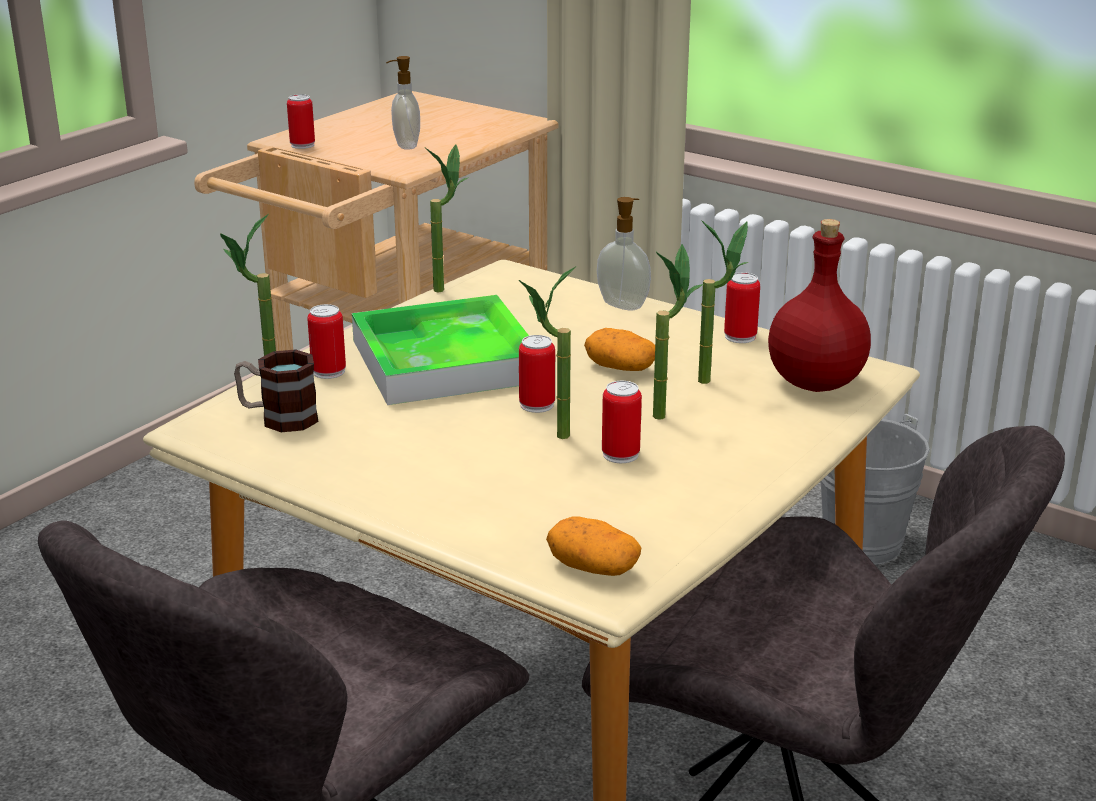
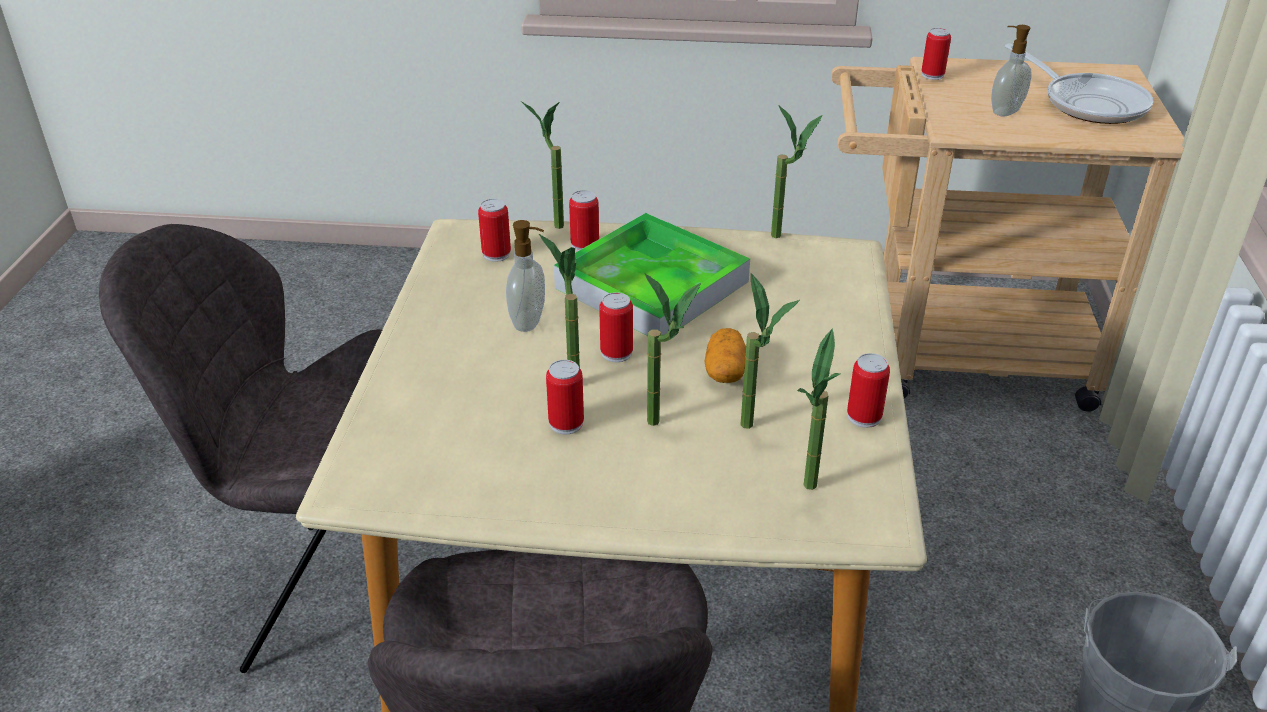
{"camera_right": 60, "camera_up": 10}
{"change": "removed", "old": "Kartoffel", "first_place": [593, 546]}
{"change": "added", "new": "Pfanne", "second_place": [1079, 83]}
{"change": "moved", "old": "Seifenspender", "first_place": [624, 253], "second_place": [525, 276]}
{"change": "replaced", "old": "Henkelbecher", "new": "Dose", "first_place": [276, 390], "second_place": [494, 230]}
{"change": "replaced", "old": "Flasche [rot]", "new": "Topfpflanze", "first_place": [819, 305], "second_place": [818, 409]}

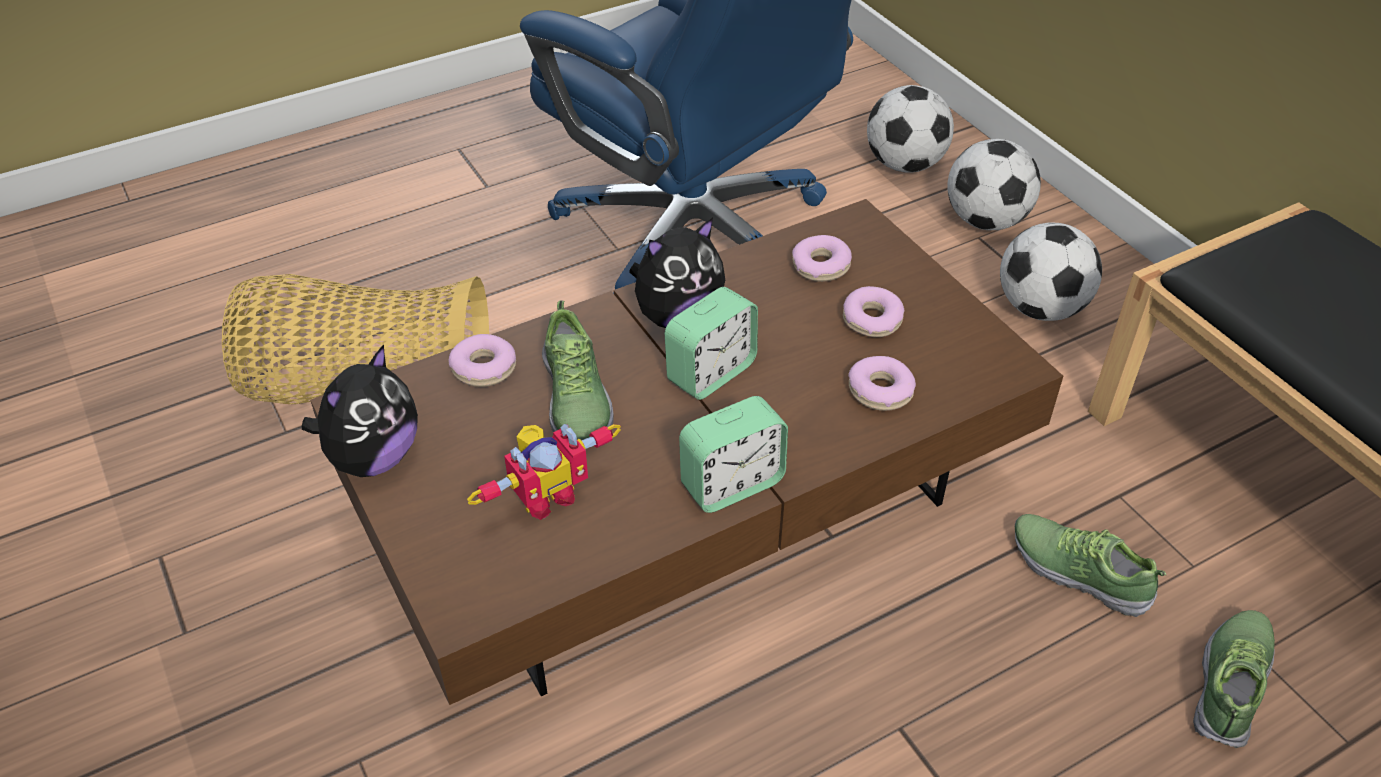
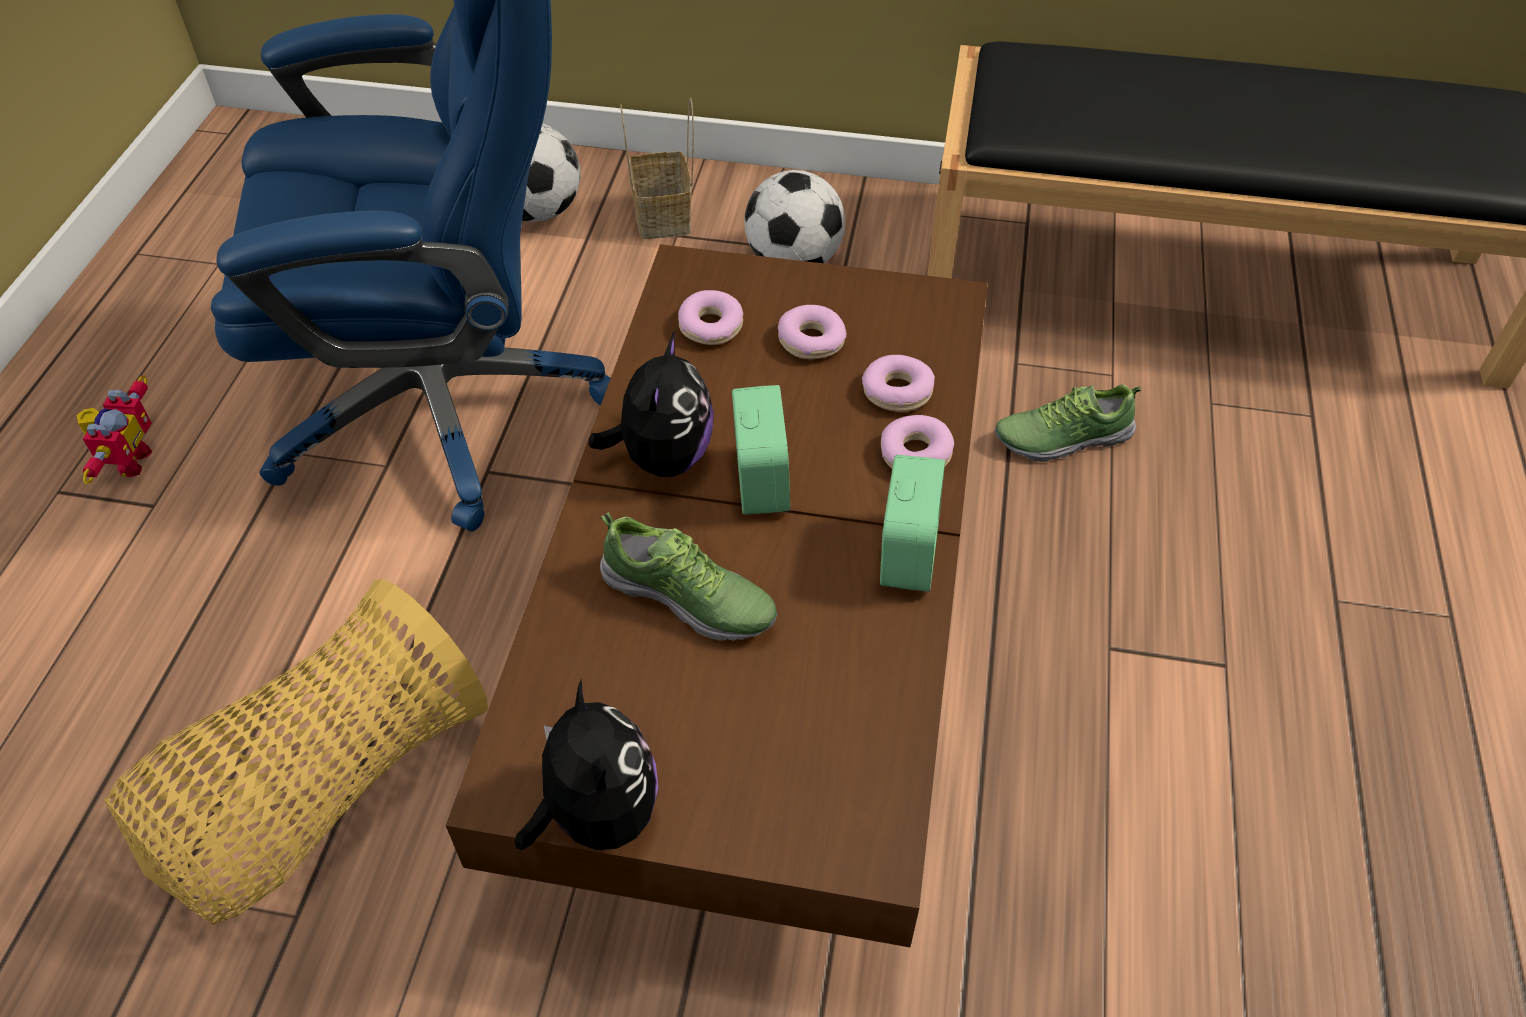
{"camera_right": -50, "camera_up": 5}
{"change": "removed", "old": "Schuh", "first_place": [1234, 679]}
{"change": "moved", "old": "Donut", "first_place": [482, 360], "second_place": [917, 441]}
{"change": "moved", "old": "Spielzeugroboter", "first_place": [544, 472], "second_place": [114, 430]}
{"change": "replaced", "old": "Fußball", "new": "Korb", "first_place": [994, 184], "second_place": [657, 168]}

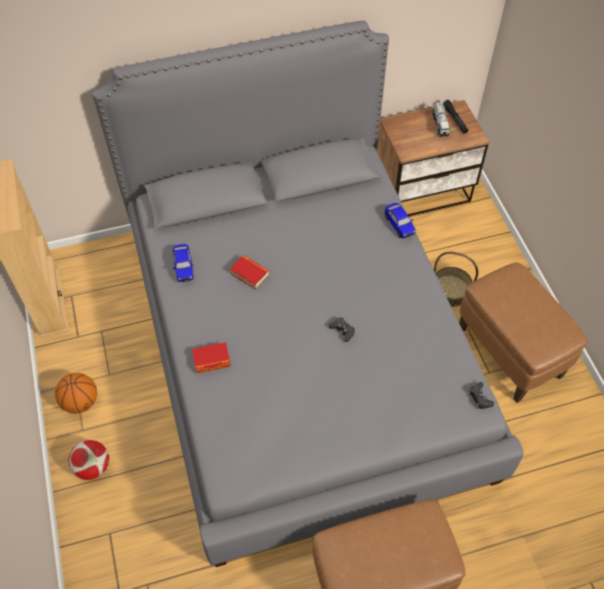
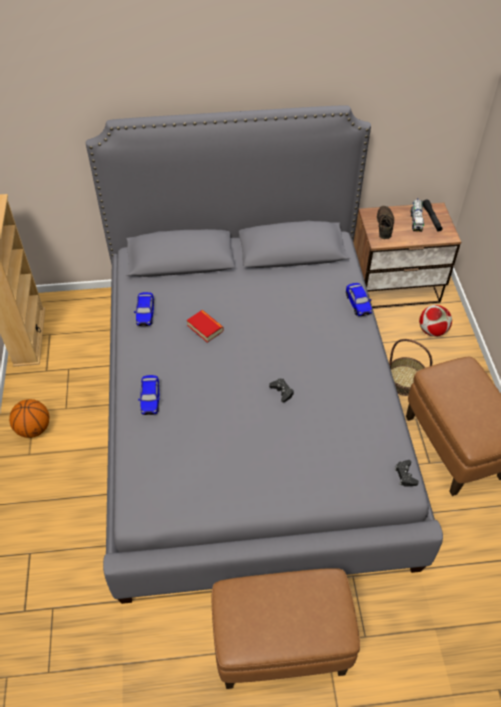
{"camera_right": 10, "camera_up": -5}
{"change": "added", "new": "Schuh [braun]", "second_place": [385, 222]}
{"change": "moved", "old": "Fußball", "first_place": [88, 460], "second_place": [435, 321]}
{"change": "replaced", "old": "Buch", "new": "Spielzeugauto", "first_place": [211, 357], "second_place": [149, 395]}

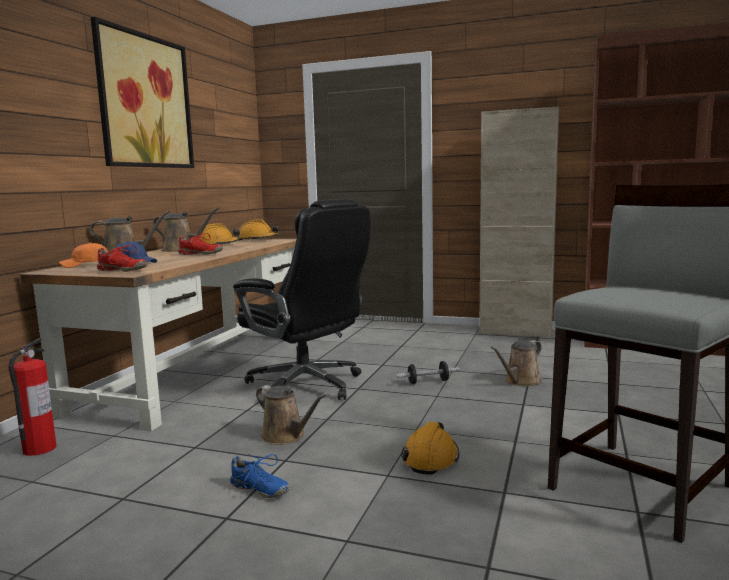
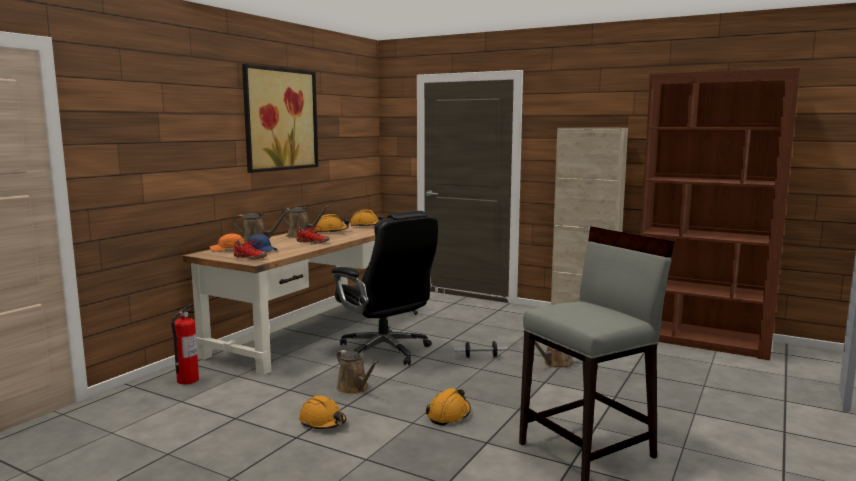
{"camera_right": 10, "camera_up": 0}
{"change": "replaced", "old": "Schuh [blau]", "new": "Schutzhelm [orange]", "first_place": [259, 476], "second_place": [322, 412]}

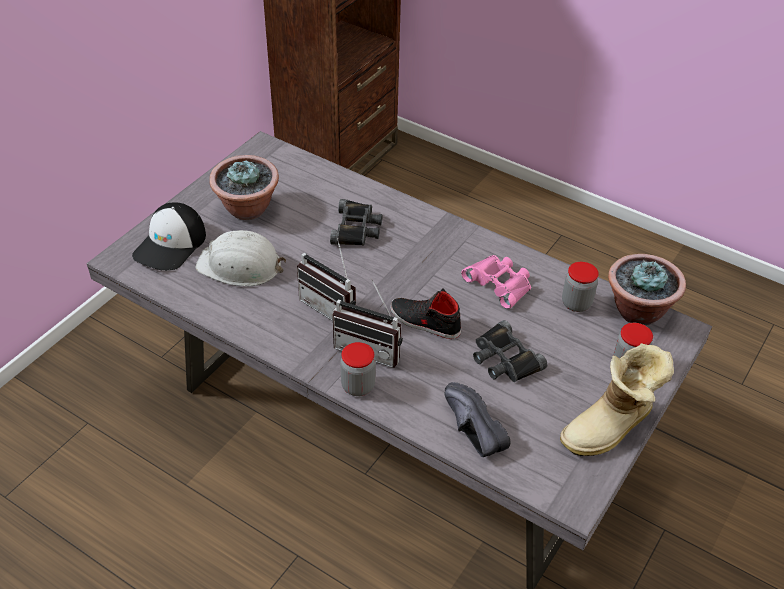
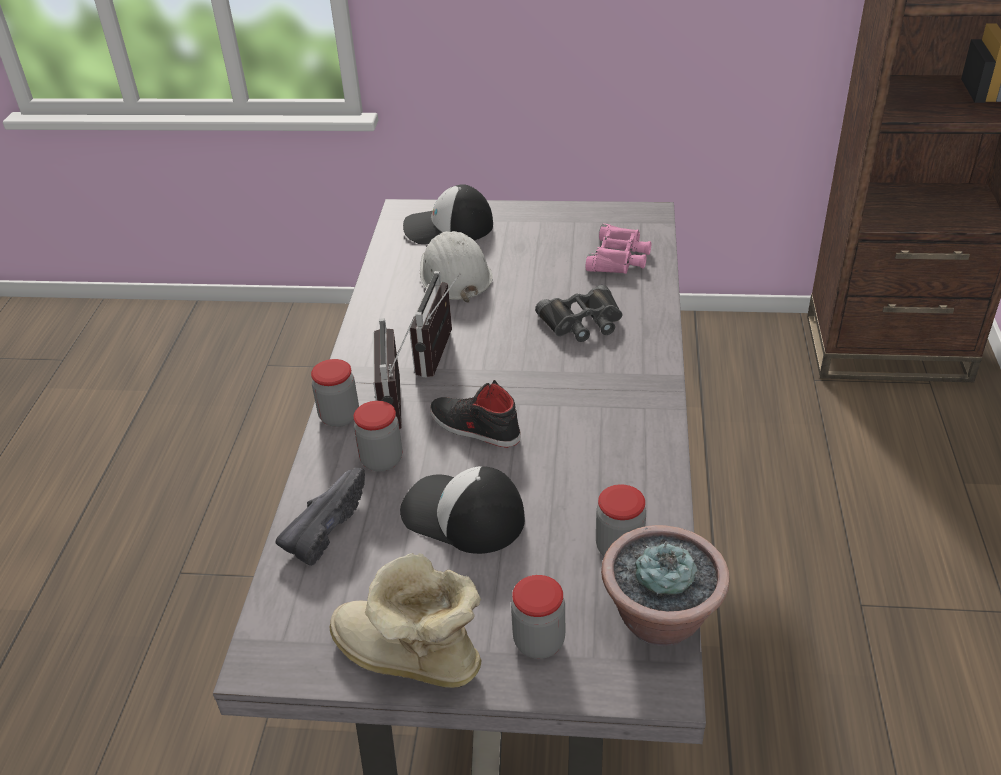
{"camera_right": 65, "camera_up": -5}
{"change": "removed", "old": "Topfpflanze", "first_place": [244, 187]}
{"change": "added", "new": "Vorratsglas", "second_place": [378, 436]}
{"change": "moved", "old": "Fernglas [rosa]", "first_place": [496, 282], "second_place": [618, 249]}
{"change": "replaced", "old": "Fernglas [schwarz]", "new": "Kappe", "first_place": [510, 351], "second_place": [462, 510]}
{"change": "turned", "old": "Schuh [schwarz]", "first_place": [425, 313], "second_place": [475, 414], "degrees": -60}

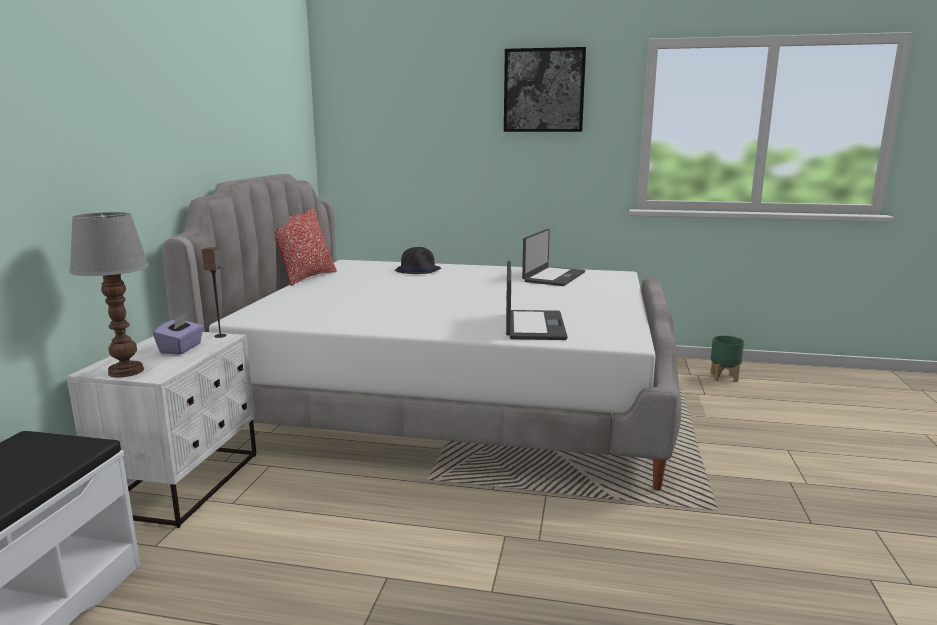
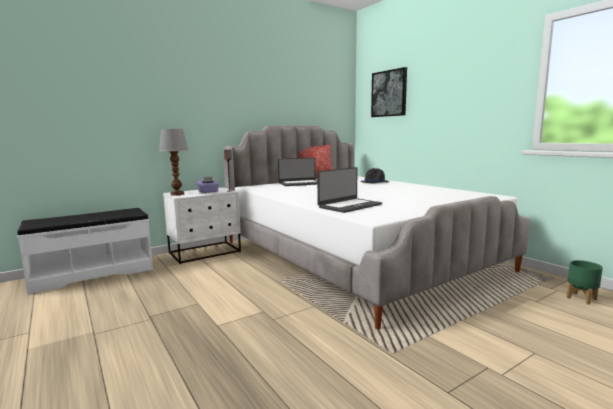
{"camera_right": 45, "camera_up": -5}
{"change": "moved", "old": "Bild", "first_place": [545, 89], "second_place": [389, 92]}
{"change": "moved", "old": "Laptop", "first_place": [553, 257], "second_place": [297, 171]}

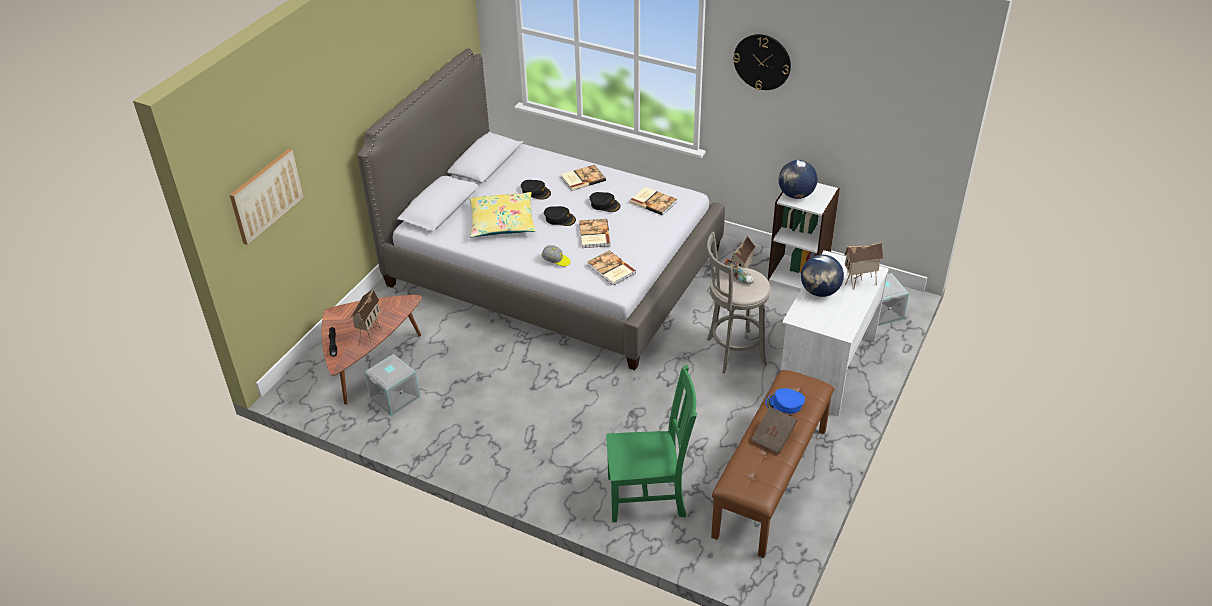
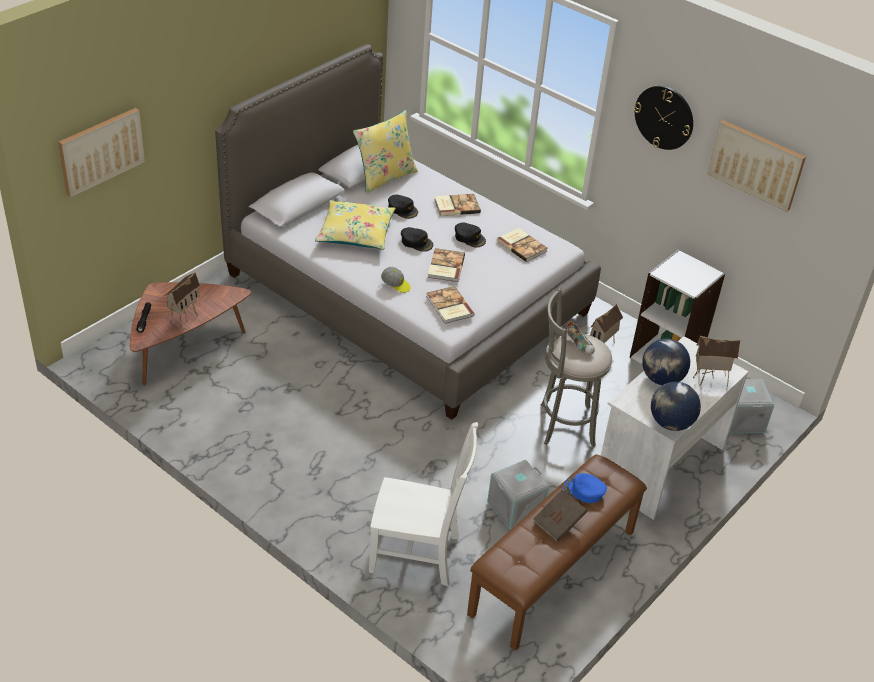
{"camera_right": 10, "camera_up": 0}
{"change": "added", "new": "Kissen [gelb]", "second_place": [385, 152]}
{"change": "added", "new": "Bild", "second_place": [757, 166]}
{"change": "moved", "old": "Aufbewahrungsbox [grau]", "first_place": [392, 385], "second_place": [518, 495]}
{"change": "moved", "old": "Globus", "first_place": [798, 179], "second_place": [676, 406]}
{"change": "recoloured", "old": "Stuhl [grün]", "new": "Stuhl [weiß]", "first_place": [651, 443], "second_place": [423, 504]}

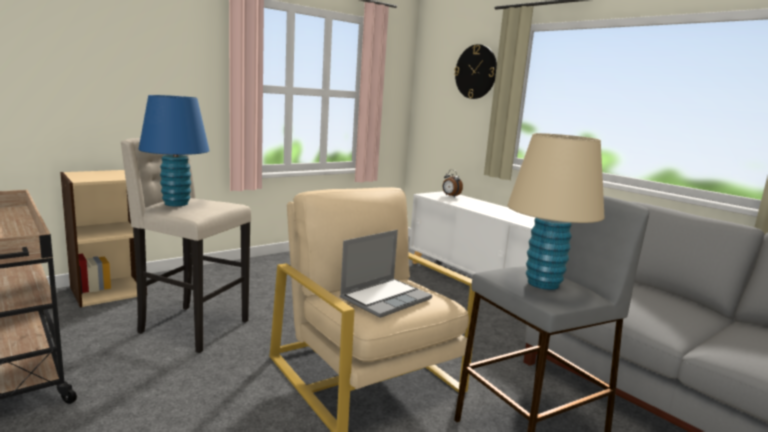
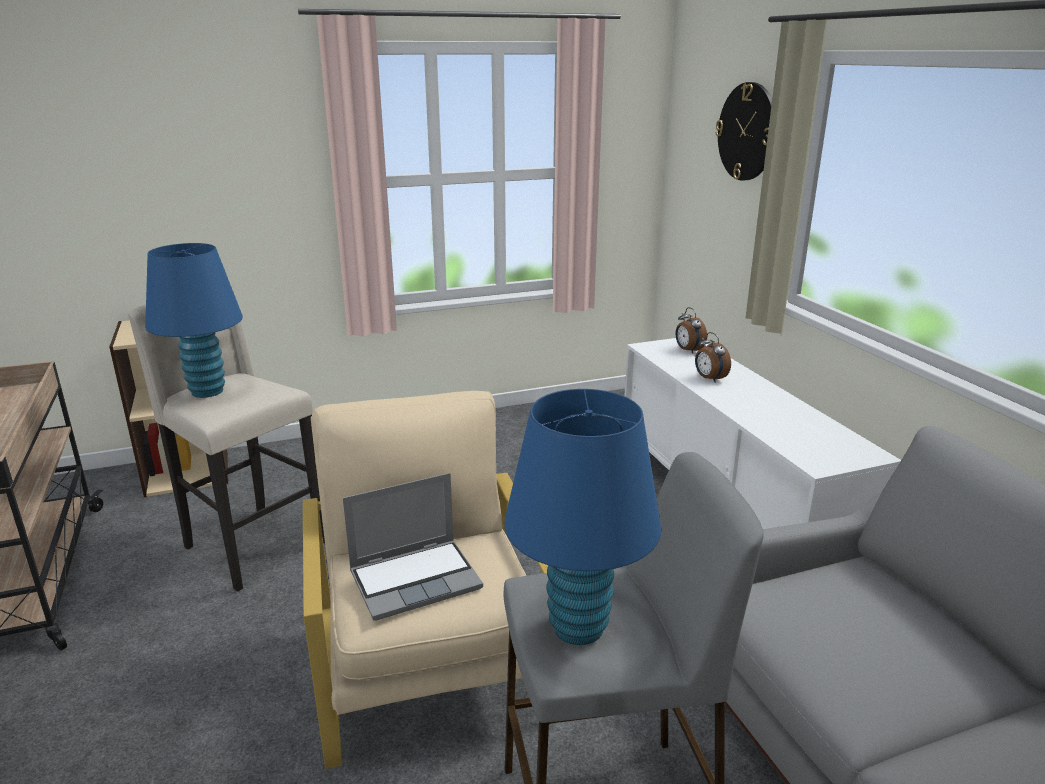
{"camera_right": 20, "camera_up": 10}
{"change": "added", "new": "Wecker", "second_place": [713, 357]}
{"change": "recoloured", "old": "Tischlampe [beige]", "new": "Tischlampe [blau]", "first_place": [556, 211], "second_place": [582, 517]}

